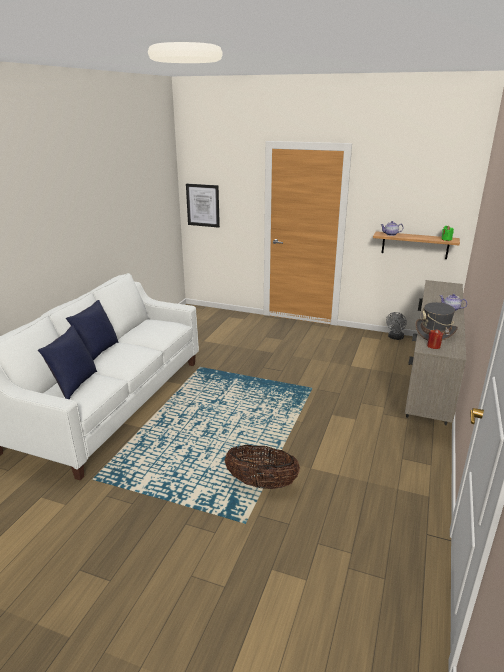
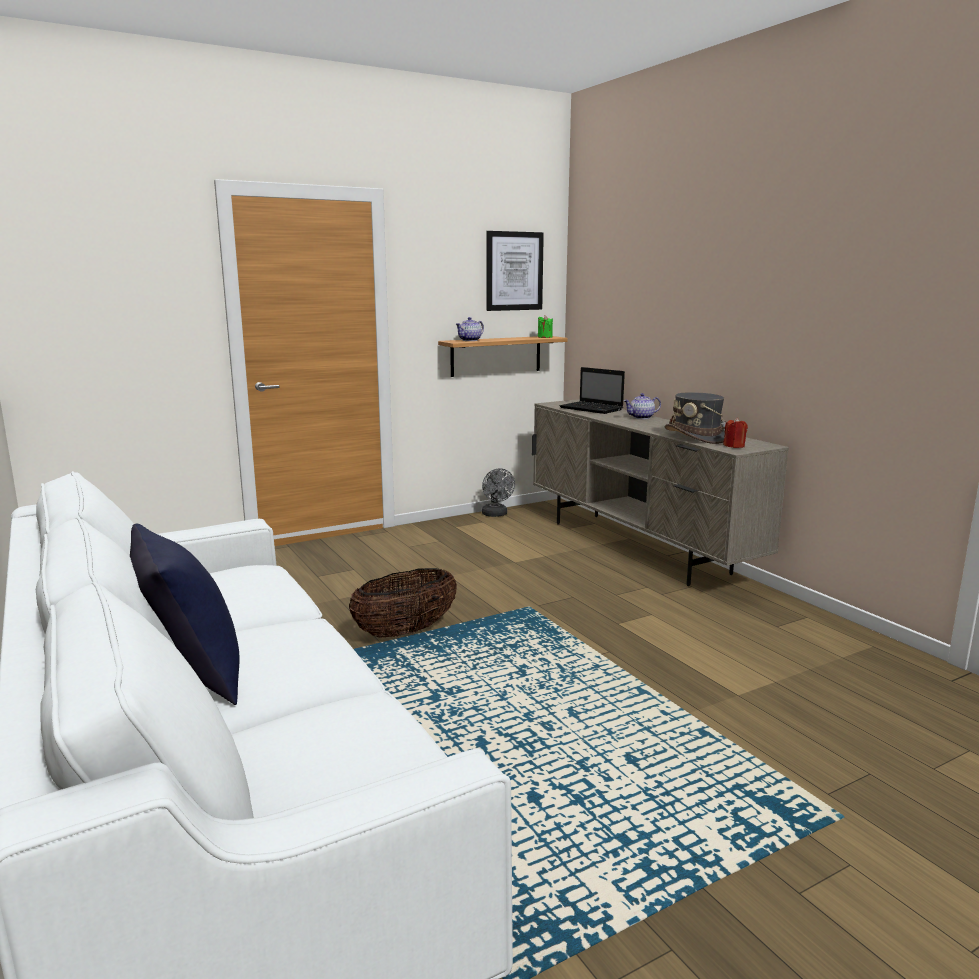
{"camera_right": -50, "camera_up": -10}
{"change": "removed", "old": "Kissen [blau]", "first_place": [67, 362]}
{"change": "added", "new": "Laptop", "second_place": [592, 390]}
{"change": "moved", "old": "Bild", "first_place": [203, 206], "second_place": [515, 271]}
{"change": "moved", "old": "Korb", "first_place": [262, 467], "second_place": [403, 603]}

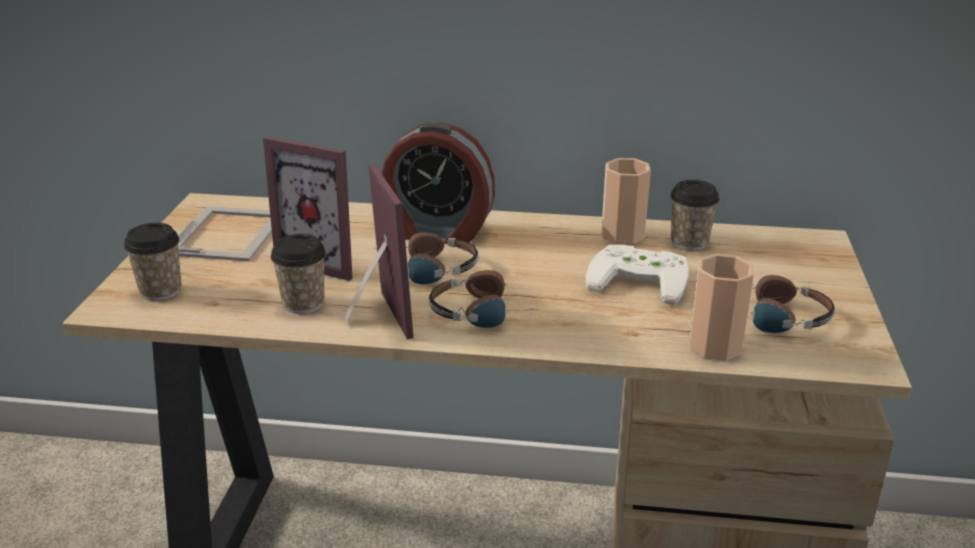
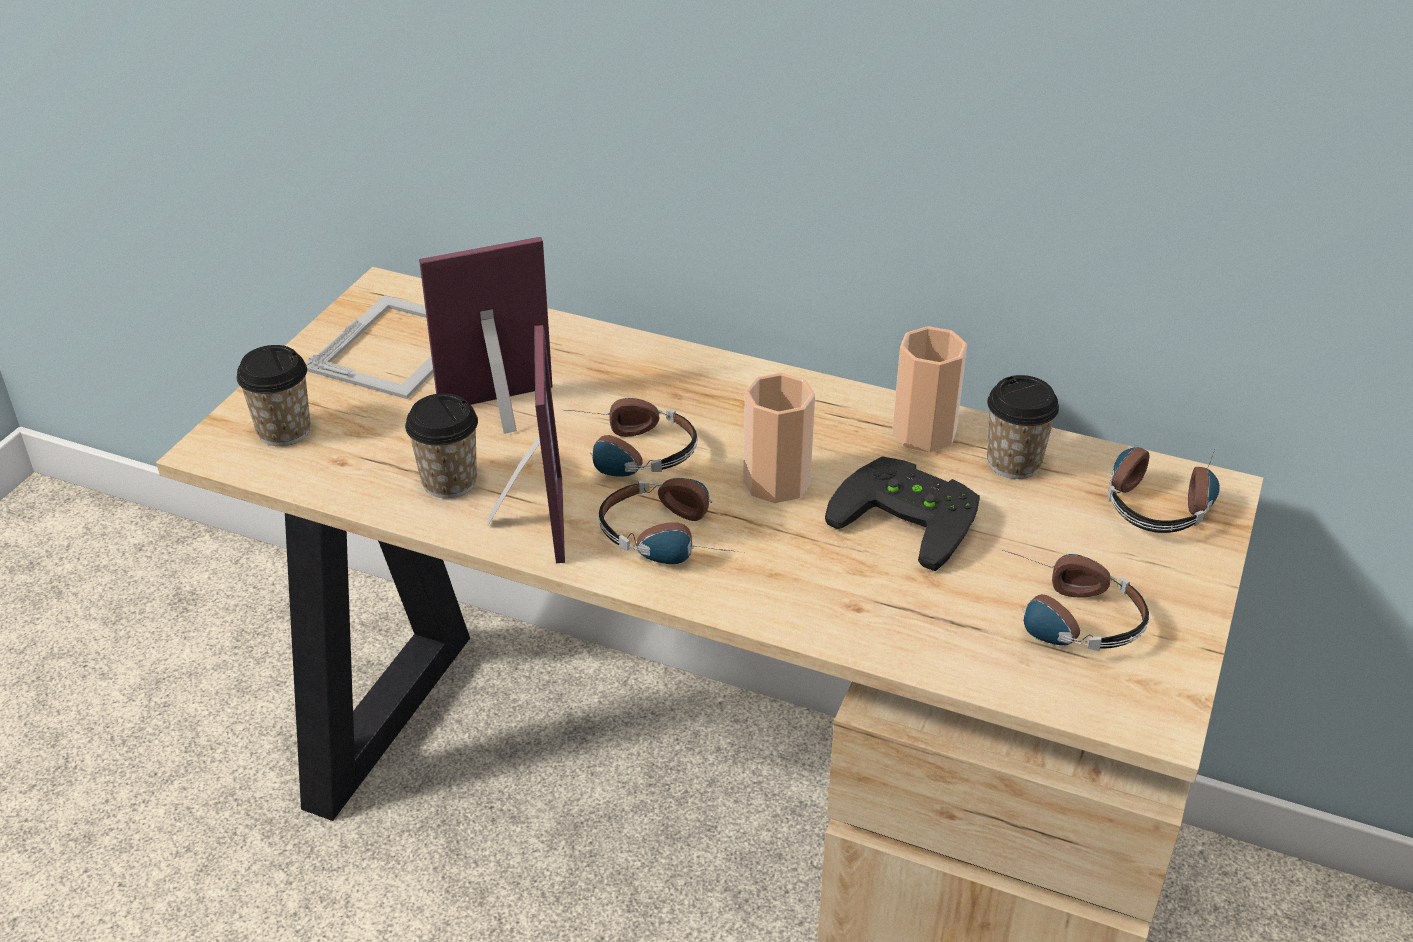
{"camera_right": 15, "camera_up": 10}
{"change": "removed", "old": "Wecker", "first_place": [438, 183]}
{"change": "added", "new": "Kopfhörer", "second_place": [1164, 490]}
{"change": "moved", "old": "Tasse", "first_place": [721, 307], "second_place": [779, 438]}
{"change": "recoloured", "old": "Gamepad [weiß]", "new": "Gamepad [schwarz]", "first_place": [637, 275], "second_place": [902, 513]}
{"change": "turned", "old": "Bilderrahmen", "first_place": [307, 209], "second_place": [486, 335], "degrees": 120}

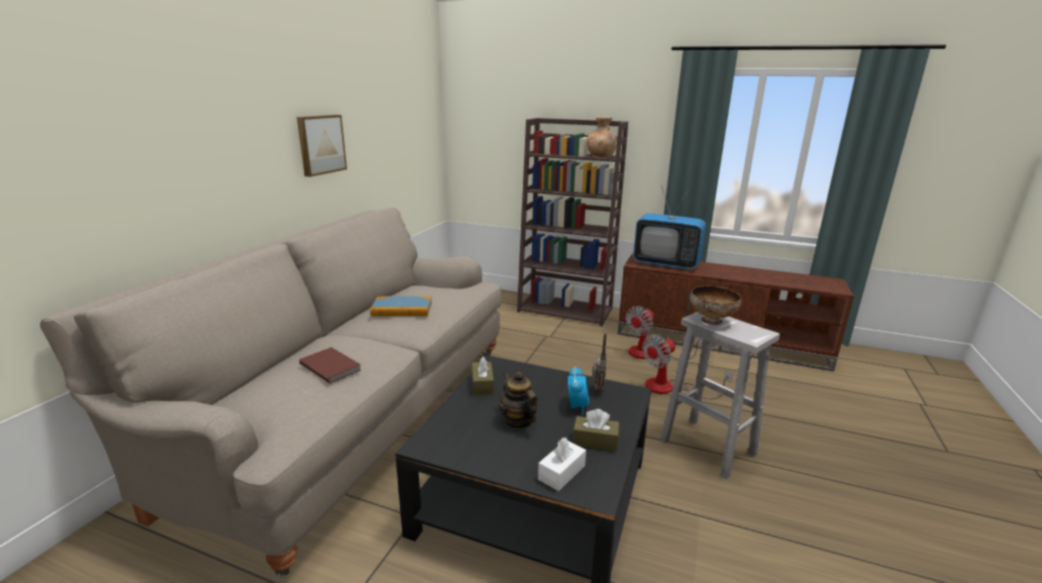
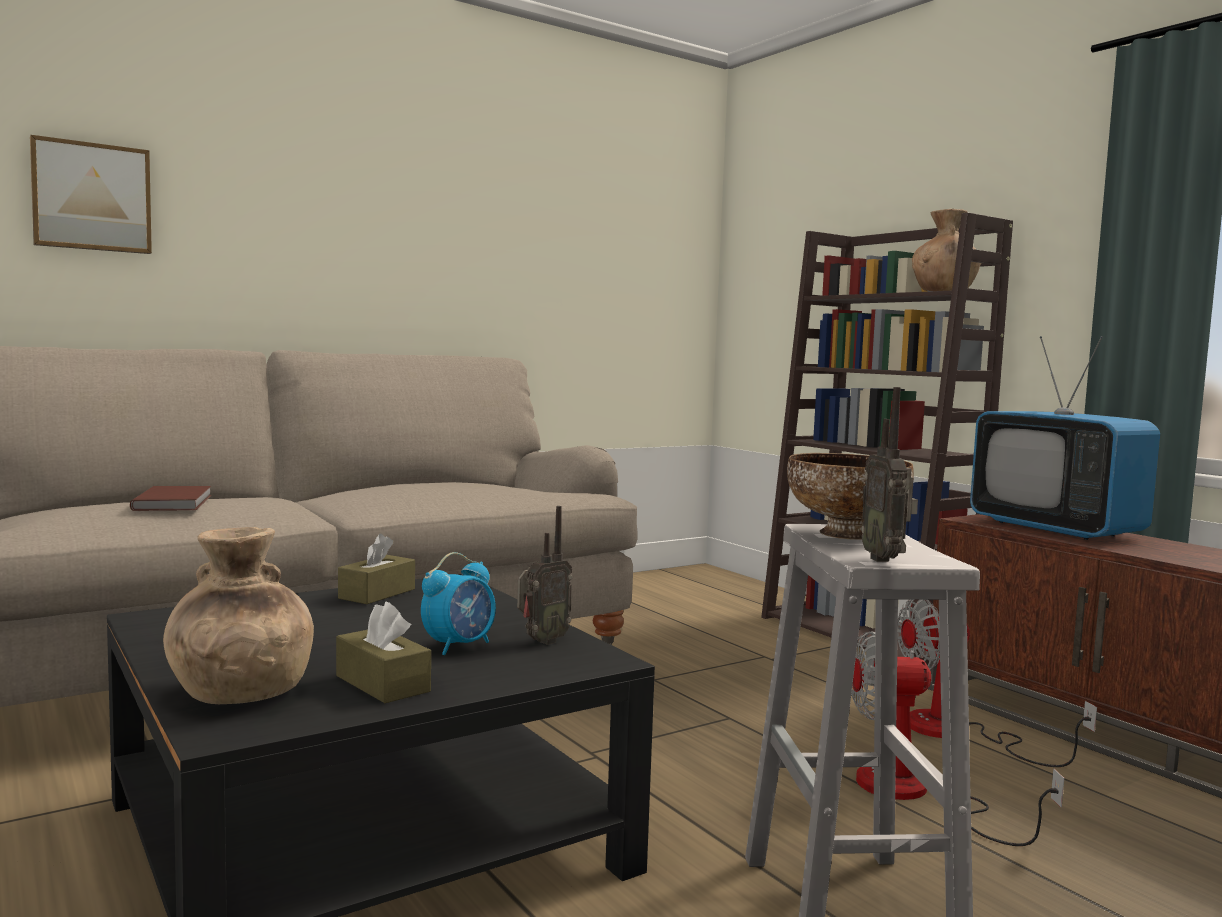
{"camera_right": 35, "camera_up": -15}
{"change": "removed", "old": "Buch", "first_place": [401, 306]}
{"change": "removed", "old": "Teekanne", "first_place": [518, 400]}
{"change": "added", "new": "Radio", "second_place": [889, 474]}
{"change": "moved", "old": "Bild", "first_place": [322, 146], "second_place": [91, 194]}
{"change": "replaced", "old": "Taschentuchbox [weiß]", "new": "Vase [braun]", "first_place": [562, 464], "second_place": [238, 615]}

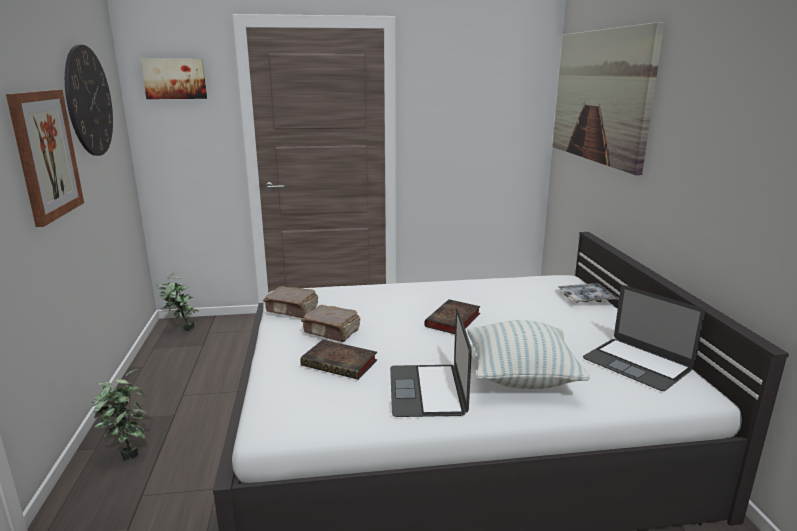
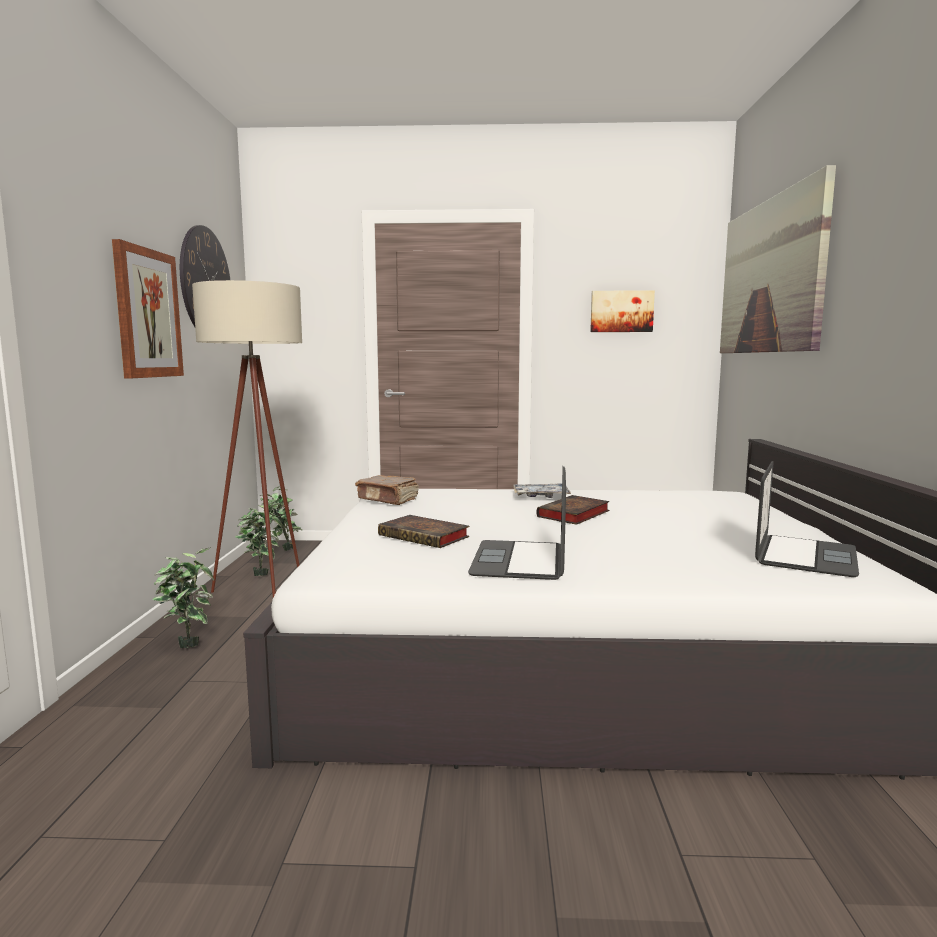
{"camera_right": 10, "camera_up": -10}
{"change": "removed", "old": "Buch [braun]", "first_place": [330, 323]}
{"change": "removed", "old": "Kissen", "first_place": [528, 354]}
{"change": "added", "new": "Stehlampe [beige]", "second_place": [247, 438]}
{"change": "added", "new": "Topfpflanze", "second_place": [258, 539]}
{"change": "moved", "old": "Bild", "first_place": [174, 79], "second_place": [622, 311]}
{"change": "moved", "old": "Tablett", "first_place": [588, 293], "second_place": [542, 490]}
{"change": "turned", "old": "Laptop", "first_place": [644, 338], "second_place": [807, 519], "degrees": -120}

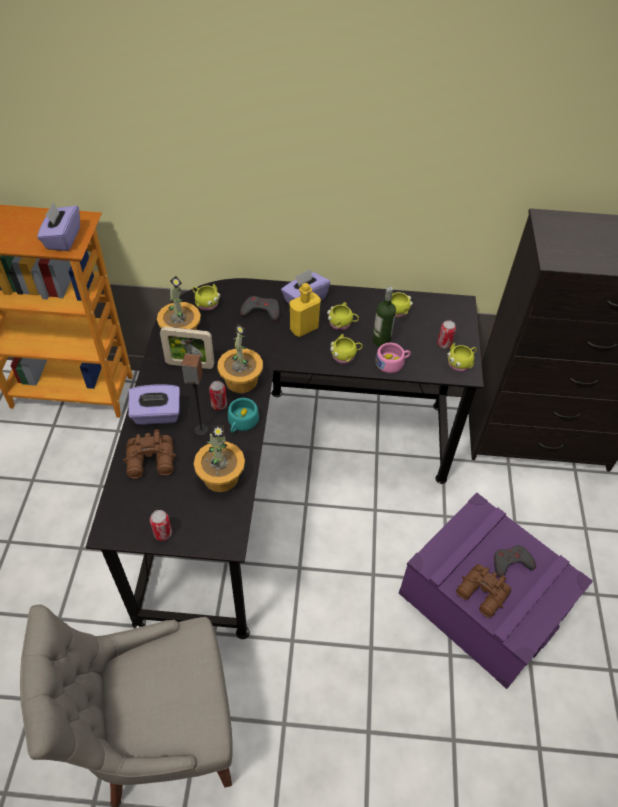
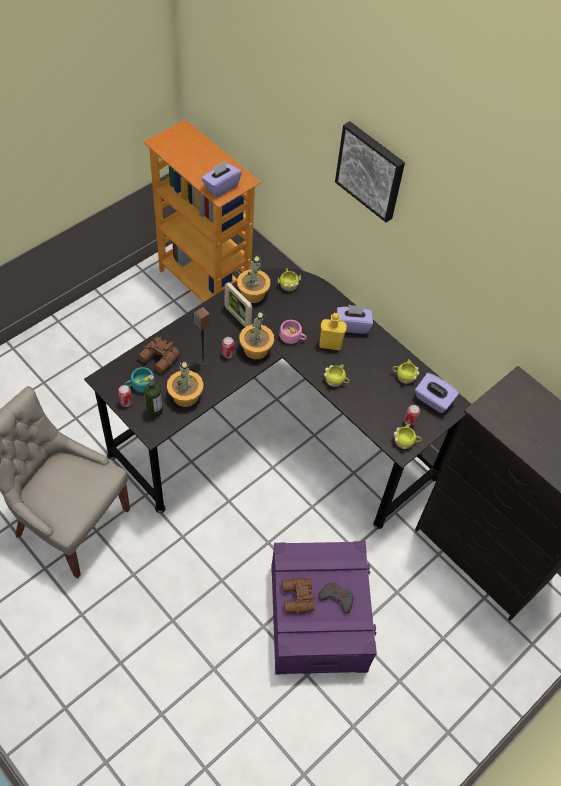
{"camera_right": 40, "camera_up": 5}
{"change": "removed", "old": "Gamepad [grau]", "first_place": [260, 308]}
{"change": "removed", "old": "Henkelbecher [gelb]", "first_place": [343, 316]}
{"change": "added", "new": "Bild", "second_place": [370, 172]}
{"change": "moved", "old": "Taschentuchbox [lila]", "first_place": [154, 404], "second_place": [437, 393]}
{"change": "moved", "old": "Tasse [türkis]", "first_place": [243, 415], "second_place": [140, 380]}
{"change": "moved", "old": "Flasche", "first_place": [384, 316], "second_place": [153, 396]}
{"change": "moved", "old": "Tasse [rosa]", "first_place": [393, 358], "second_place": [292, 332]}

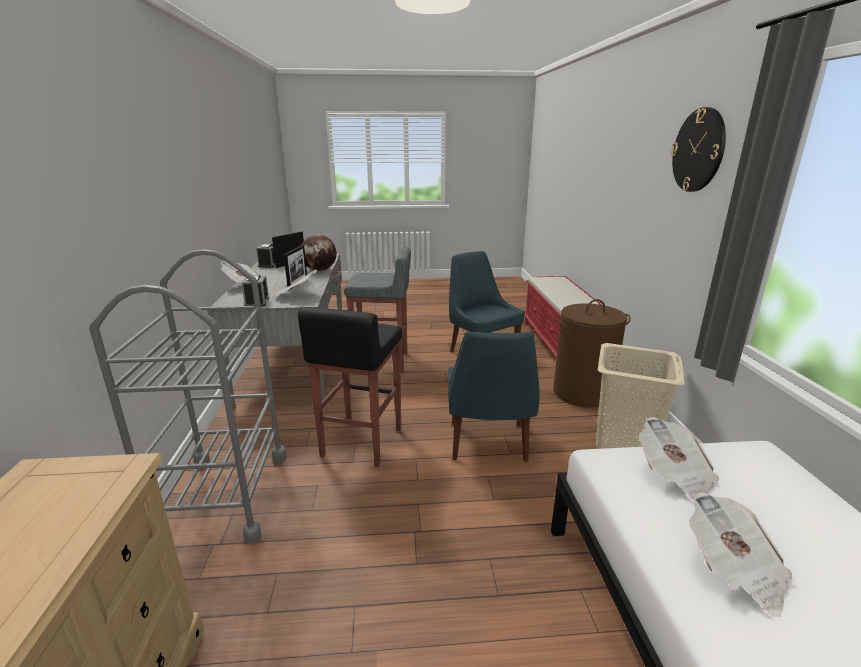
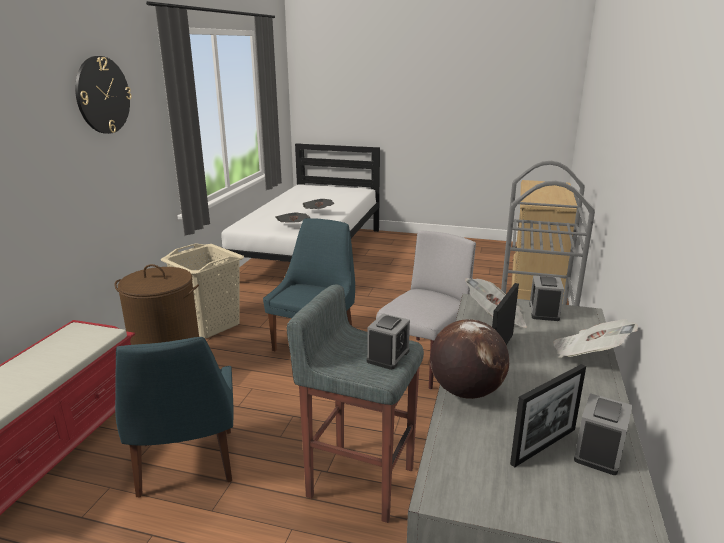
{"camera_right": -160, "camera_up": 0}
{"change": "added", "new": "Wecker", "second_place": [388, 341]}
{"change": "replaced", "old": "Hocker [schwarz]", "new": "Stuhl [grau]", "first_place": [350, 387], "second_place": [426, 309]}

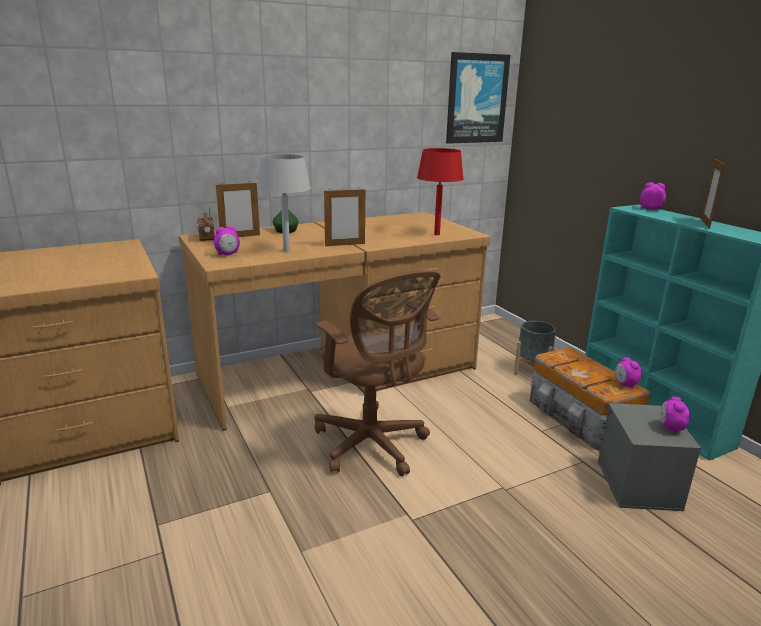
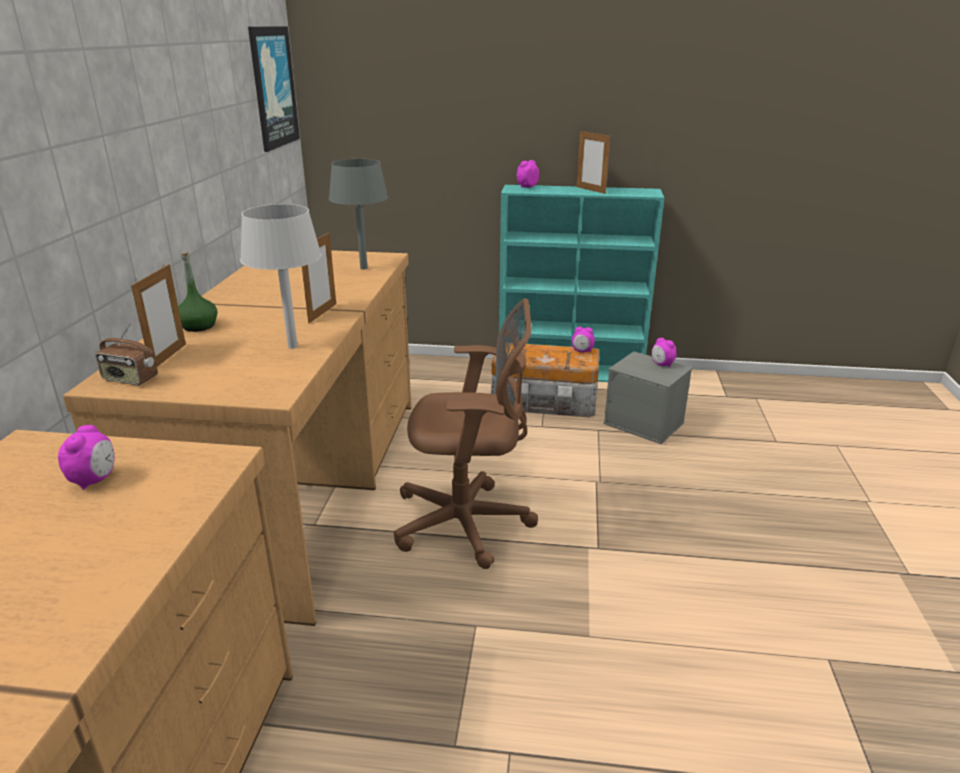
{"camera_right": -55, "camera_up": 5}
{"change": "removed", "old": "Pflanzkübel [grau]", "first_place": [535, 348]}
{"change": "moved", "old": "Wecker", "first_place": [227, 240], "second_place": [86, 457]}
{"change": "recoloured", "old": "Tischlampe [rot]", "new": "Tischlampe [grau]", "first_place": [440, 191], "second_place": [358, 214]}

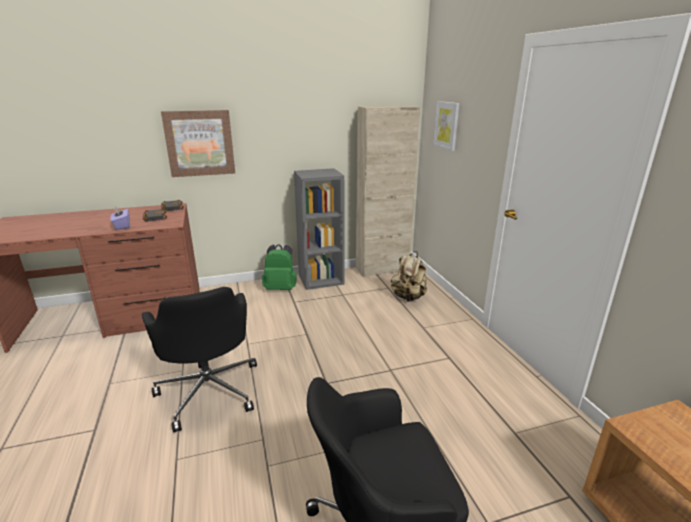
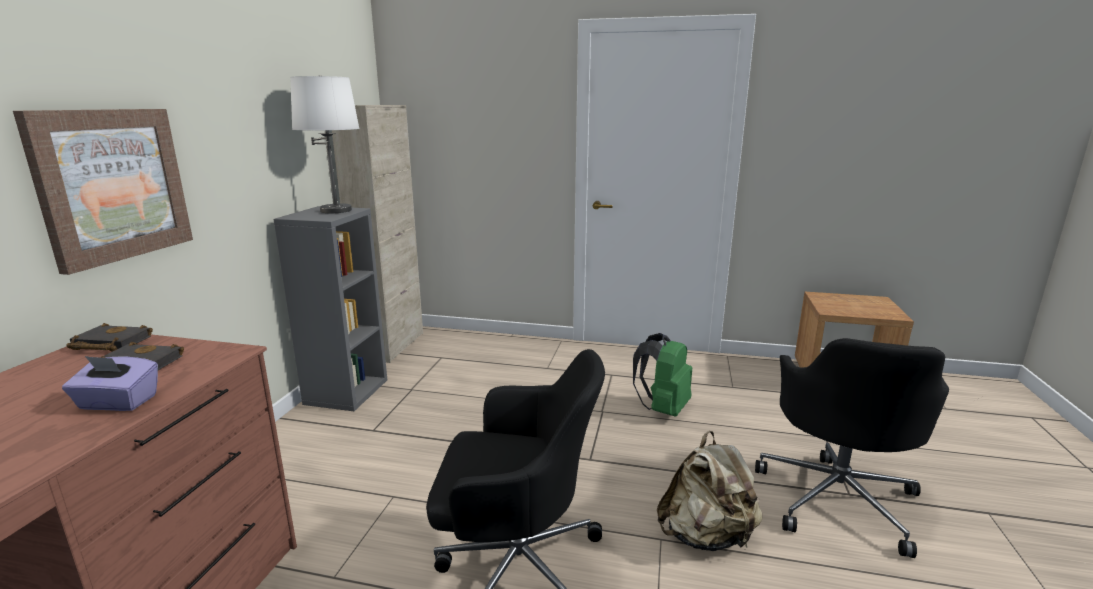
{"camera_right": -60, "camera_up": -5}
{"change": "removed", "old": "Bild", "first_place": [446, 126]}
{"change": "added", "new": "Tischlampe [weiß]", "second_place": [325, 144]}
{"change": "moved", "old": "Rucksack [grün]", "first_place": [279, 267], "second_place": [662, 375]}
{"change": "moved", "old": "Rucksack [beige]", "first_place": [409, 276], "second_place": [709, 491]}

